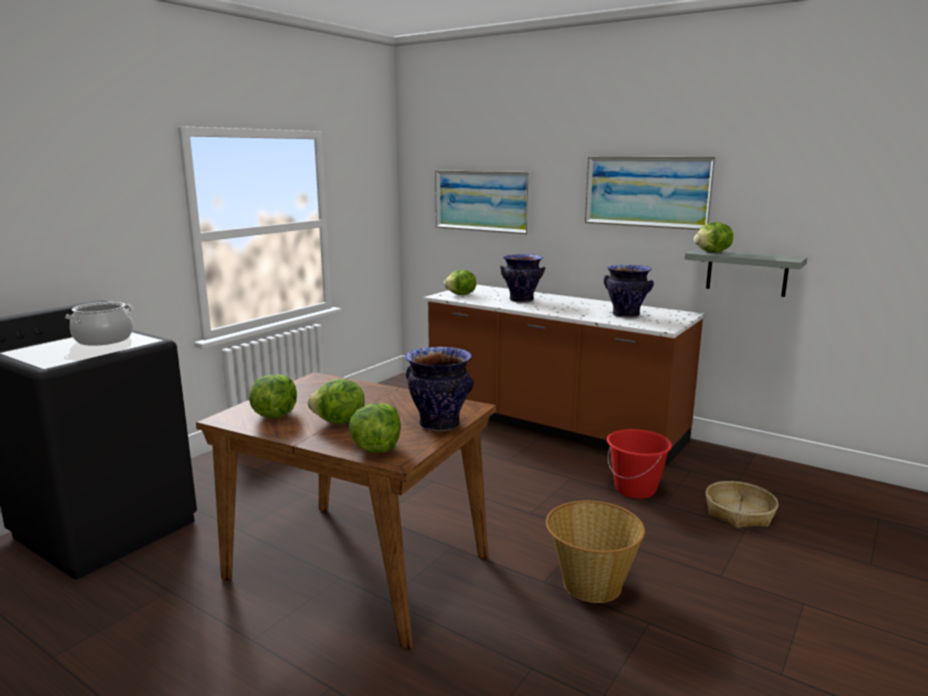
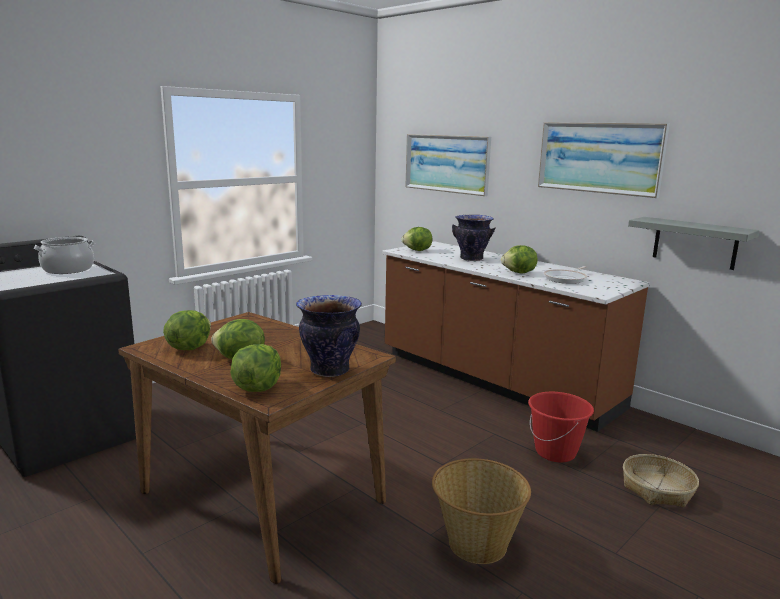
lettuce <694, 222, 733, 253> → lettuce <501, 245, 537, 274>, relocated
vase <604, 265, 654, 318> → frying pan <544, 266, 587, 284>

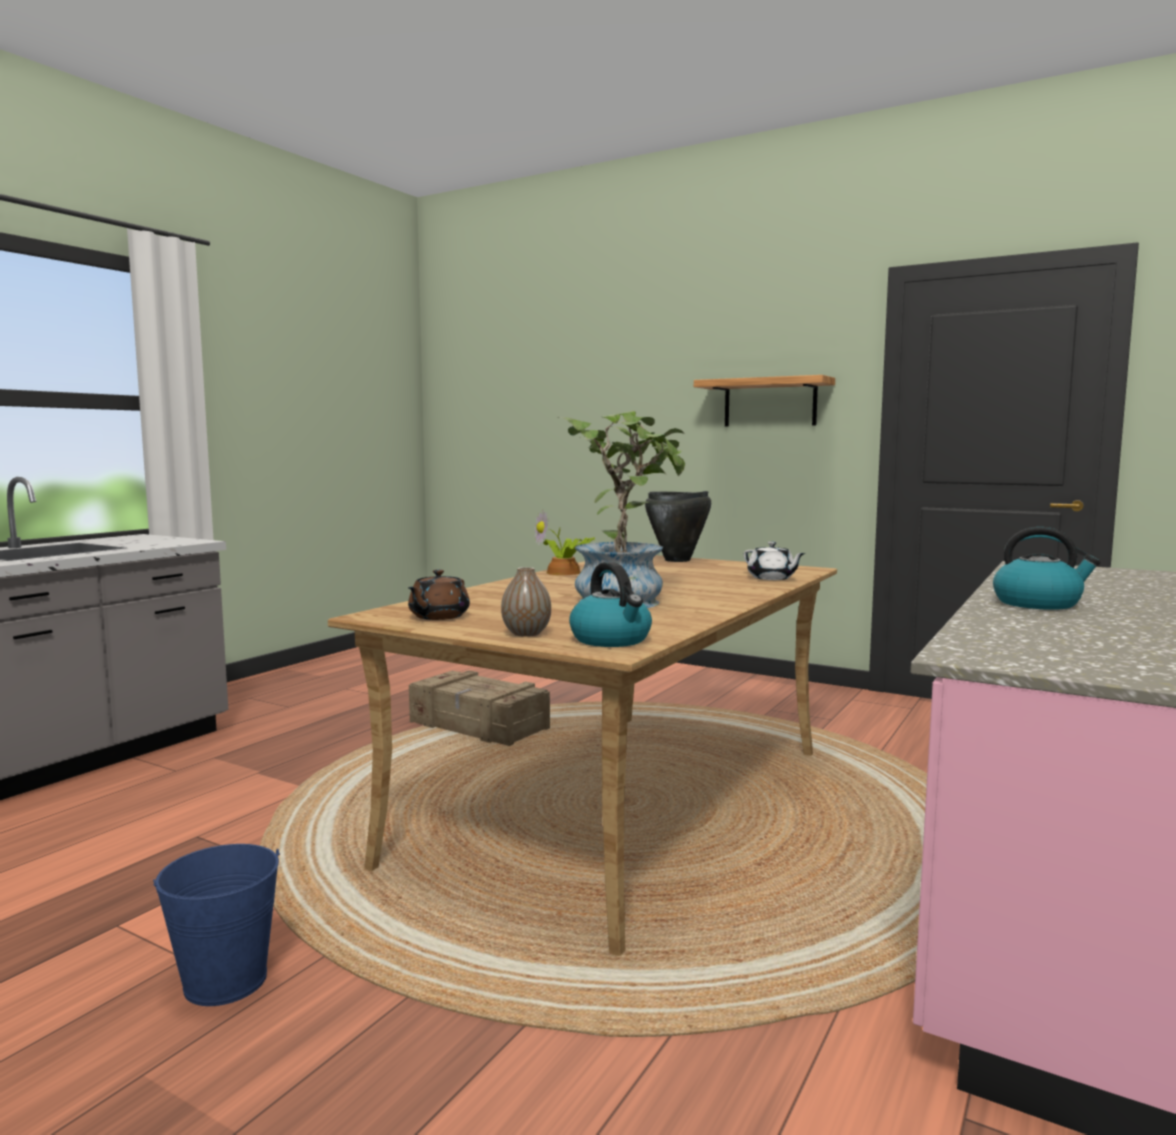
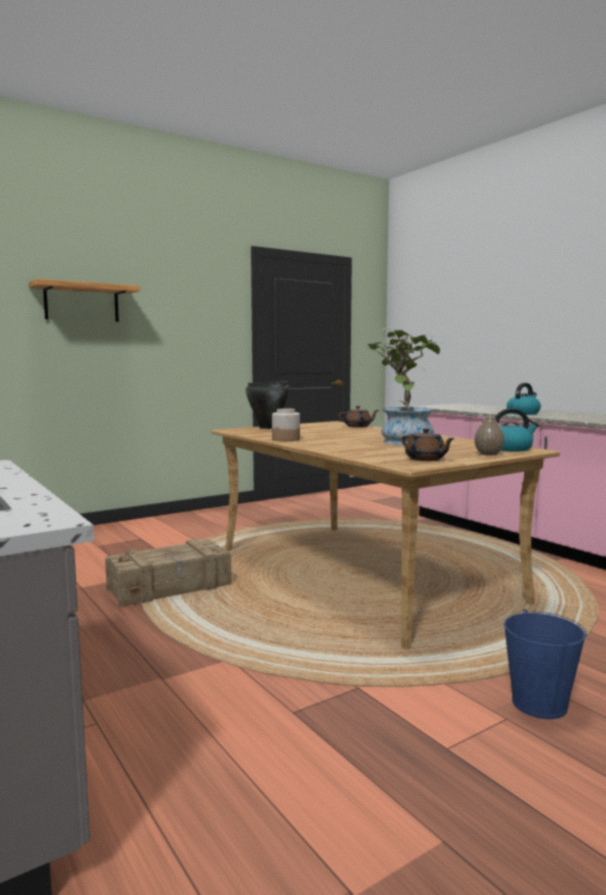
shelf <694, 375, 835, 426> → shelf <29, 279, 140, 322>, relocated
potted plant <534, 509, 595, 575> → jar <272, 408, 300, 441>
white teapot <744, 541, 805, 580> → brown teapot <338, 406, 379, 428>

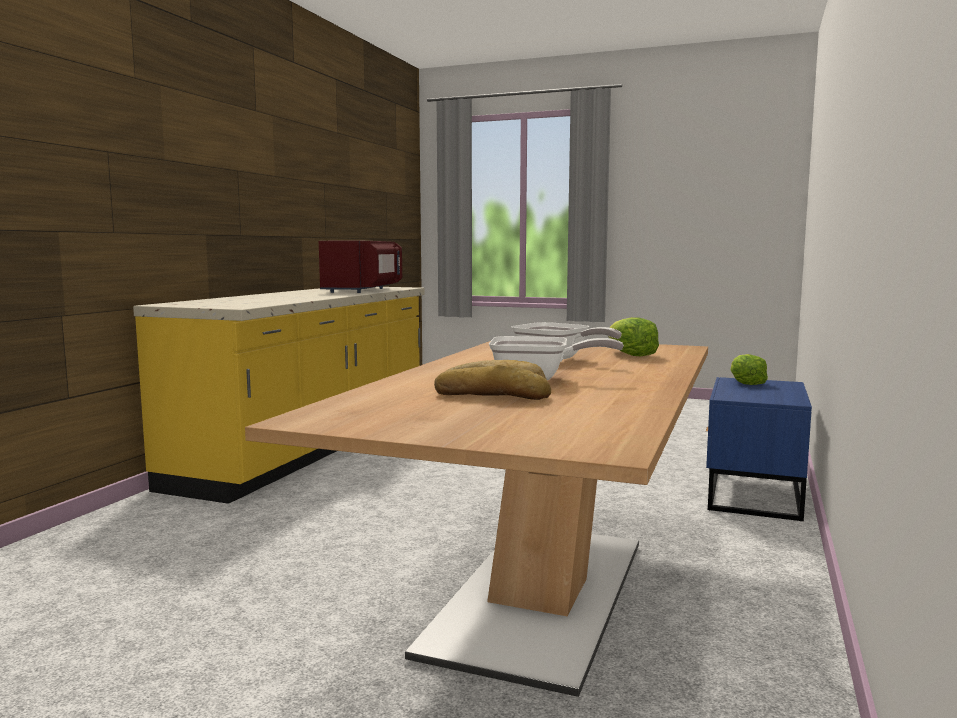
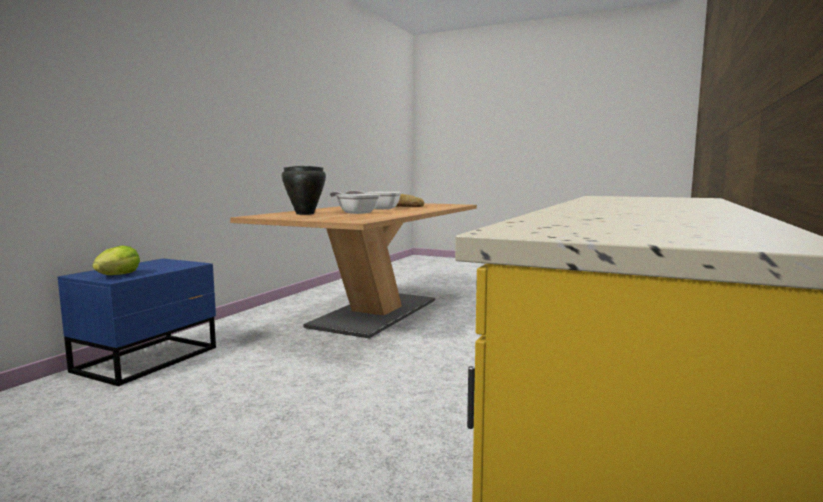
red microwave <319, 241, 402, 293> → -
lettuce <608, 317, 659, 356> → black cooking pot <282, 166, 326, 215>

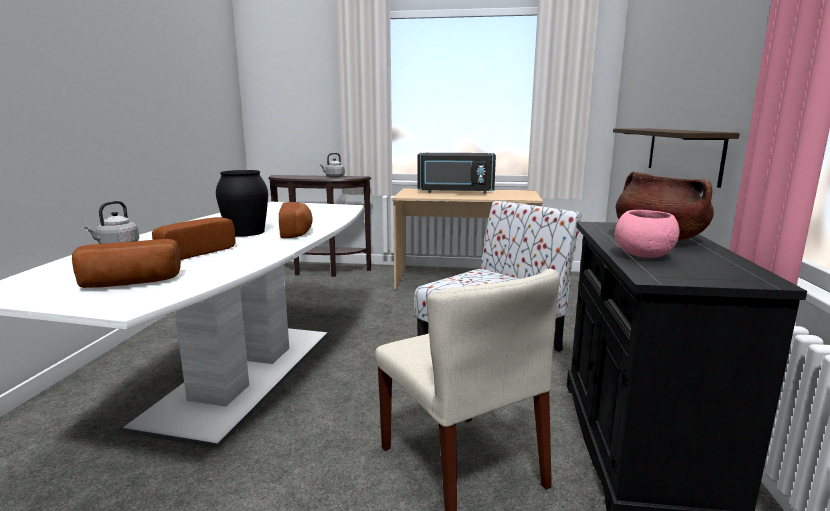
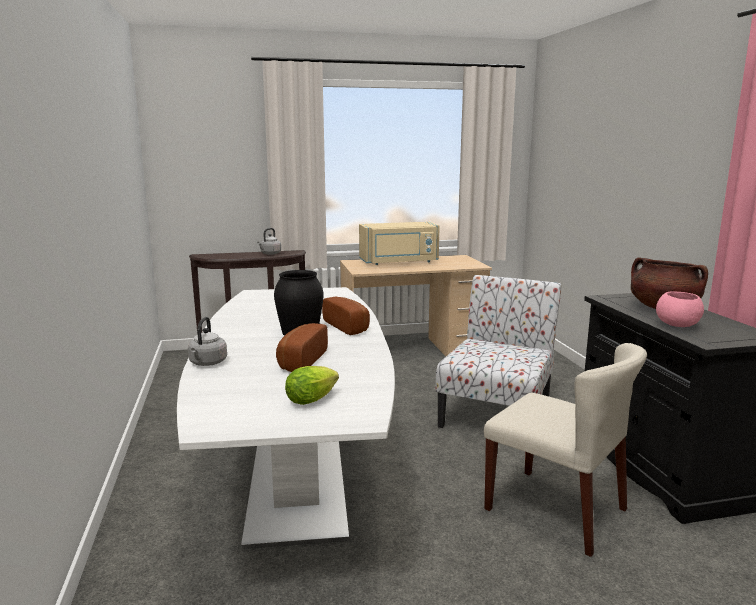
shelf <613, 128, 740, 188> → -
black microwave <418, 153, 496, 194> → beige microwave <359, 222, 440, 265>
bread <72, 239, 181, 288> → lettuce <285, 366, 339, 405>

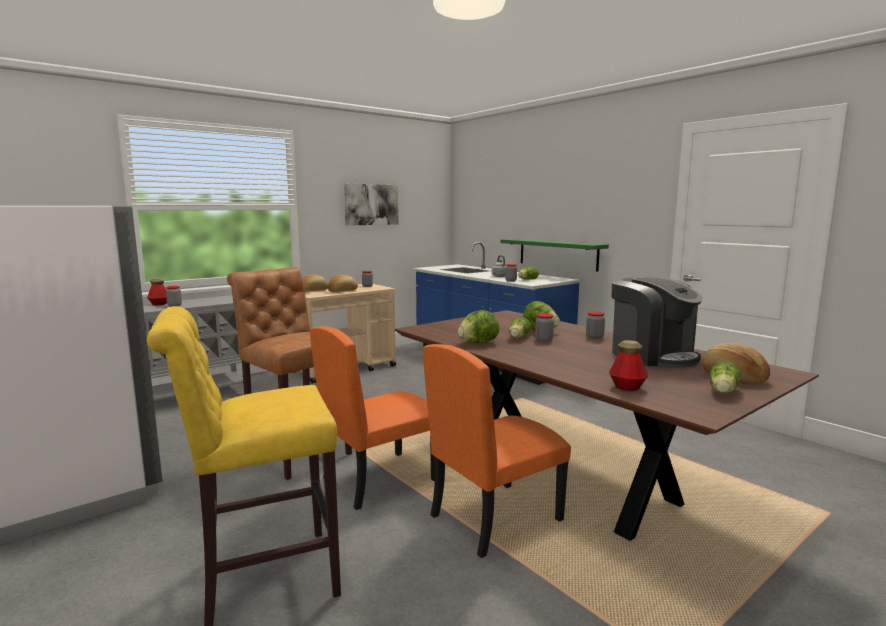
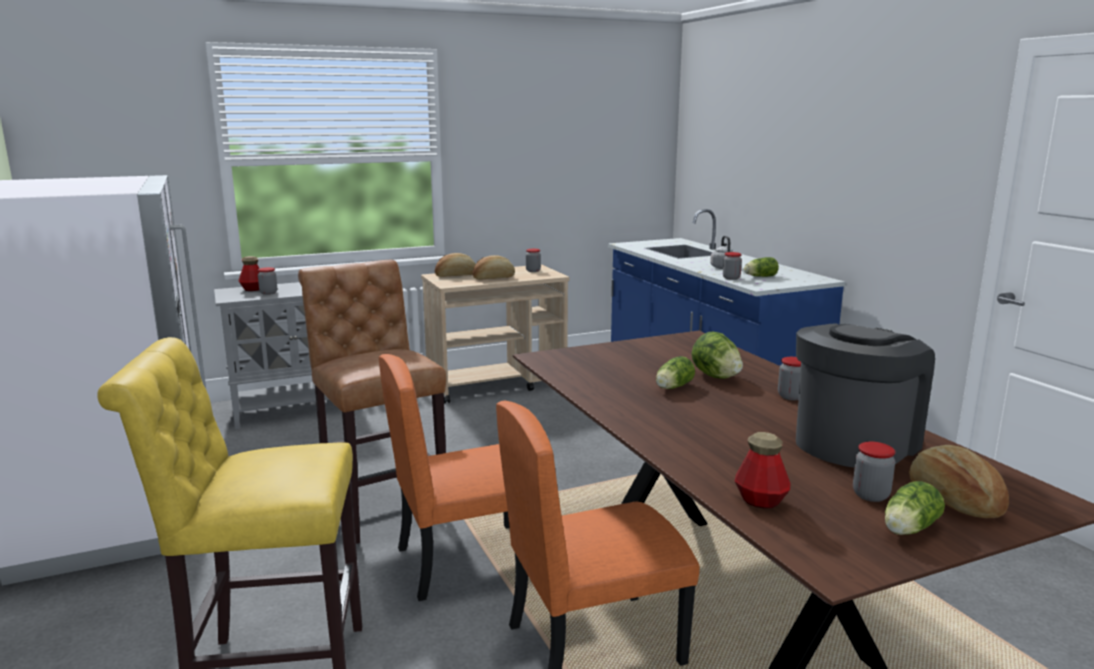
picture <344, 184, 398, 226> → -
green shelf <500, 239, 609, 271> → -
coffee machine <612, 277, 703, 368> → coffee machine <796, 324, 935, 468>, 120 degrees counterclockwise
lettuce <458, 310, 499, 343> → -
jar <535, 313, 554, 342> → jar <853, 442, 895, 502>, relocated

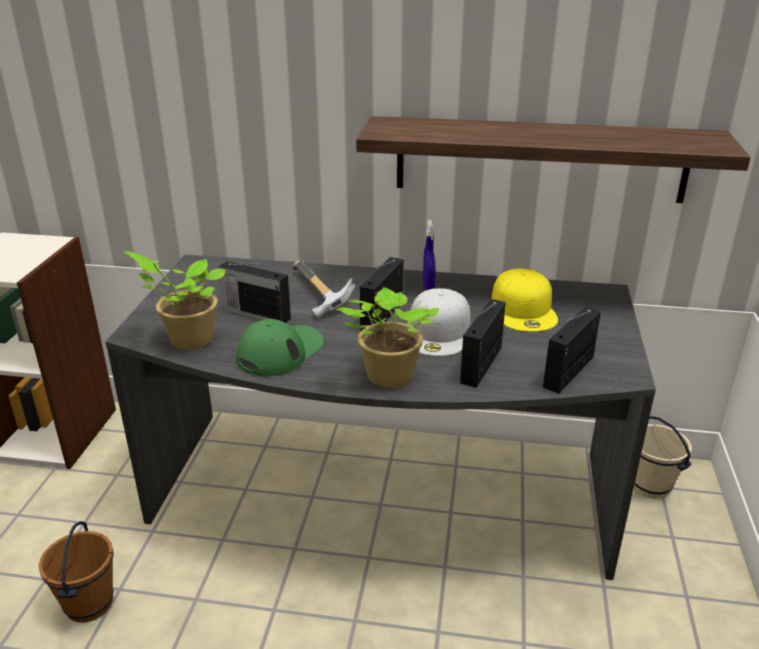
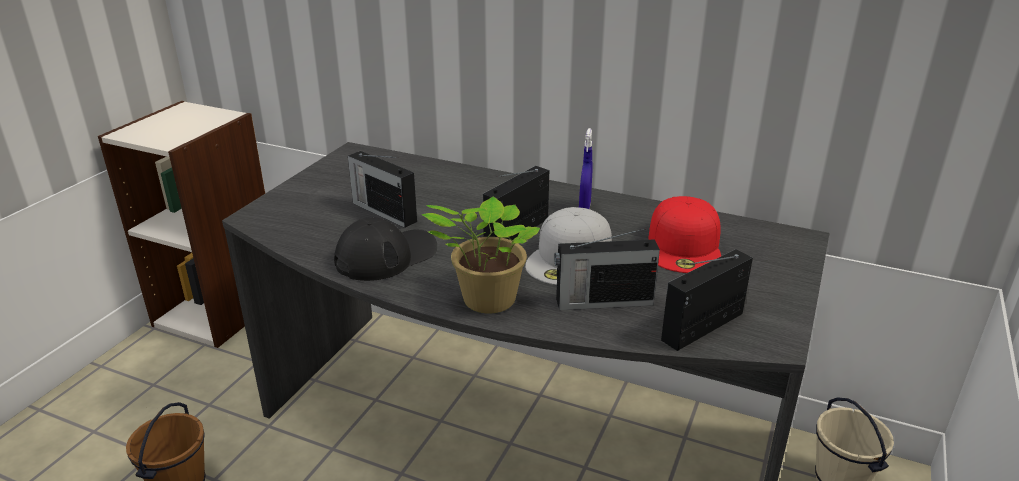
shelf <356, 116, 751, 203> → -
potted plant <124, 251, 226, 350> → -
hammer <292, 260, 355, 319> → -
yellow cap <491, 269, 558, 332> → red cap <649, 196, 721, 273>
radio <460, 299, 506, 388> → radio <554, 228, 660, 310>, 135 degrees counterclockwise
green cap <237, 319, 323, 377> → black cap <334, 217, 437, 281>

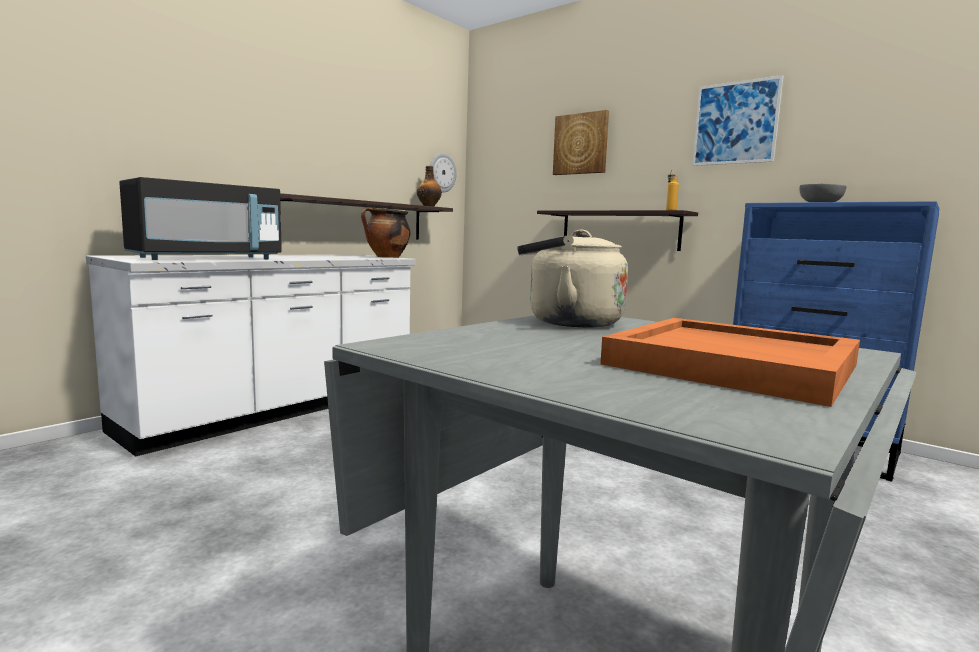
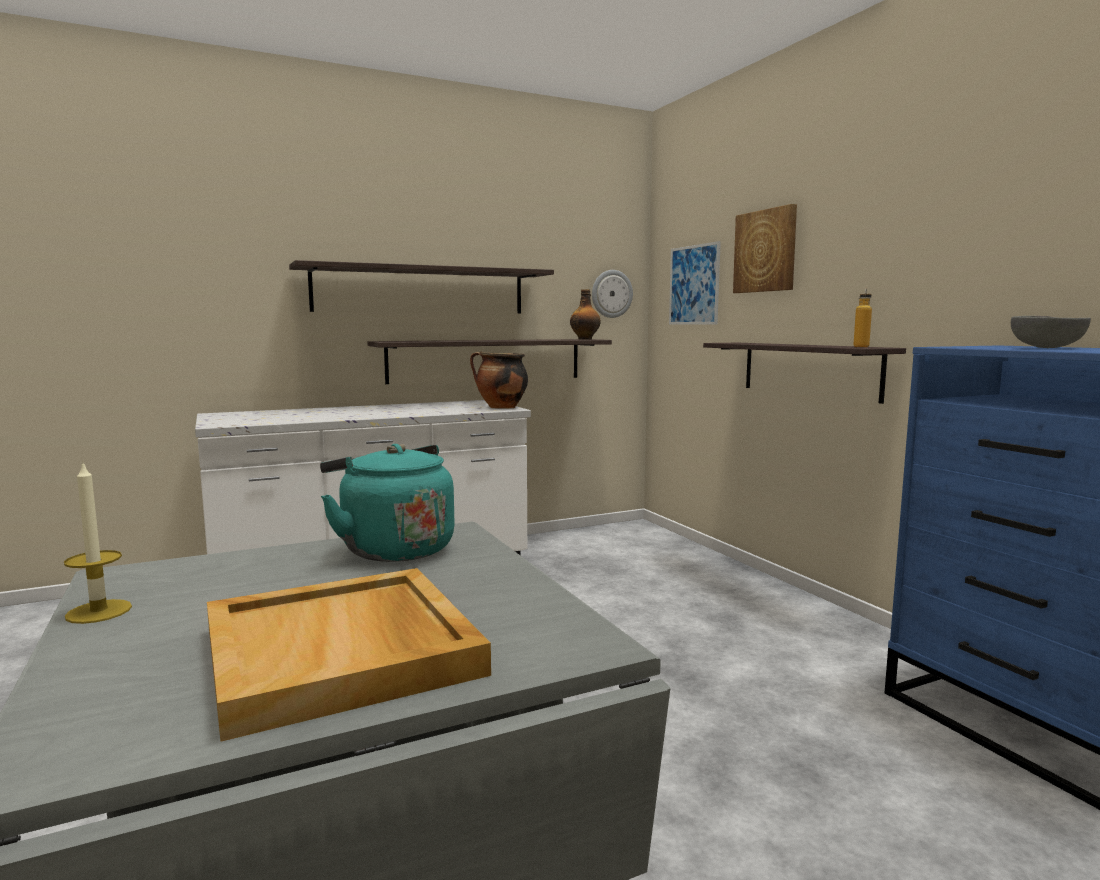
picture <692, 75, 783, 166> → picture <669, 241, 721, 325>, relocated
black microwave <119, 177, 282, 260> → -
beige kettle <517, 230, 628, 327> → turquoise kettle <320, 444, 455, 562>
orange tray <600, 318, 860, 407> → beige tray <207, 568, 491, 741>
- → shelf <289, 260, 554, 313>
- → candle <64, 461, 132, 624>

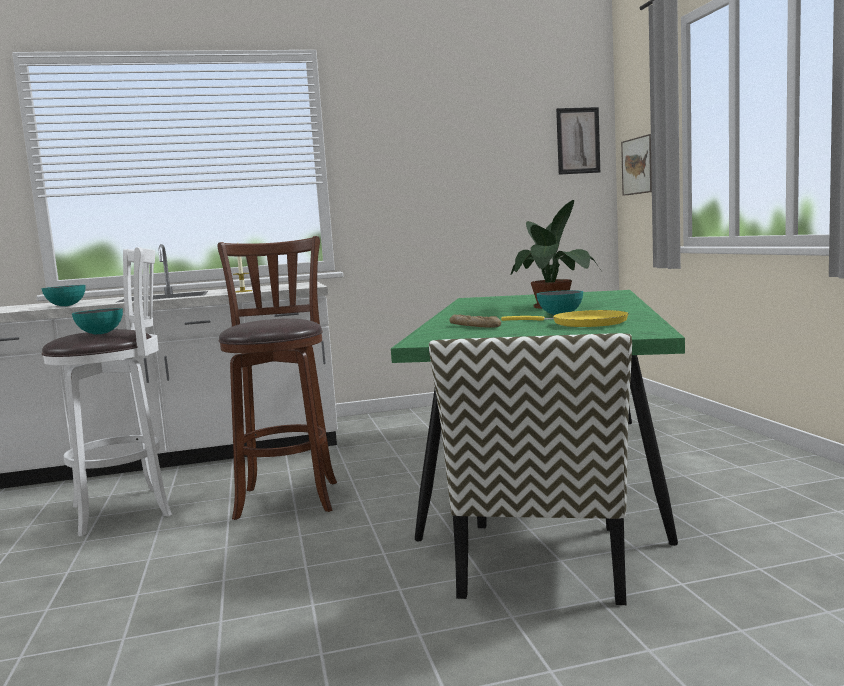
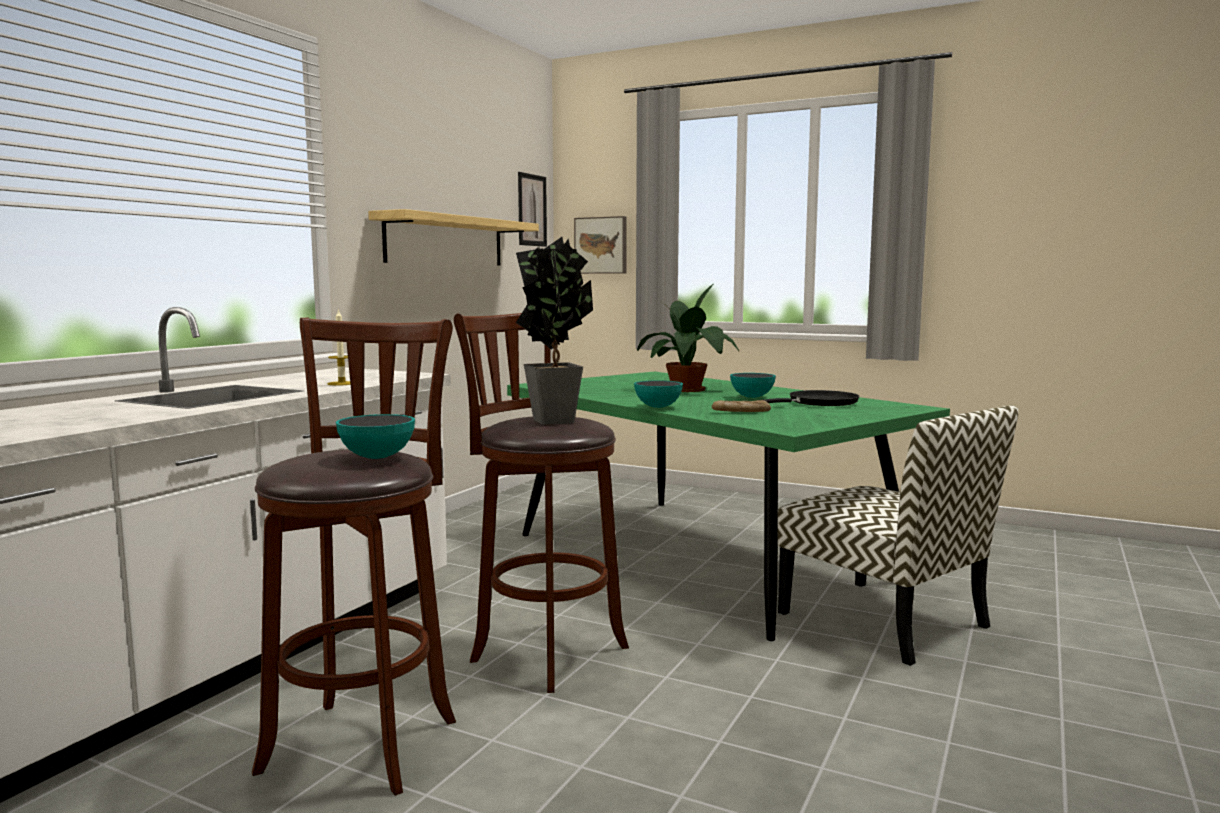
white stool <42, 247, 172, 536> → brown stool <252, 318, 456, 796>
bowl <41, 285, 85, 306> → bowl <634, 380, 683, 408>, relocated
yellow frying pan <501, 310, 629, 327> → black frying pan <763, 390, 859, 406>
- → shelf <368, 209, 539, 266>
- → potted plant <516, 237, 593, 425>

